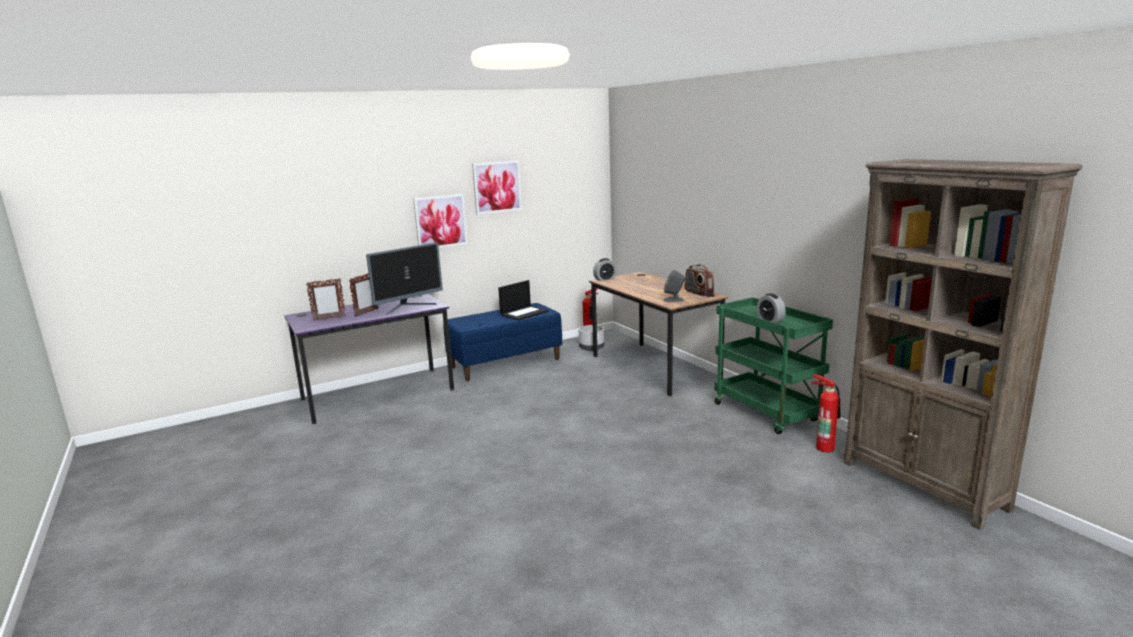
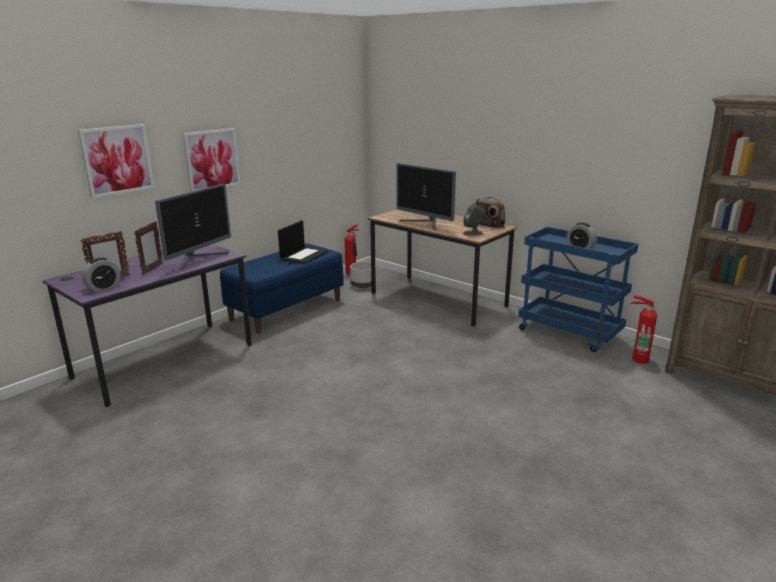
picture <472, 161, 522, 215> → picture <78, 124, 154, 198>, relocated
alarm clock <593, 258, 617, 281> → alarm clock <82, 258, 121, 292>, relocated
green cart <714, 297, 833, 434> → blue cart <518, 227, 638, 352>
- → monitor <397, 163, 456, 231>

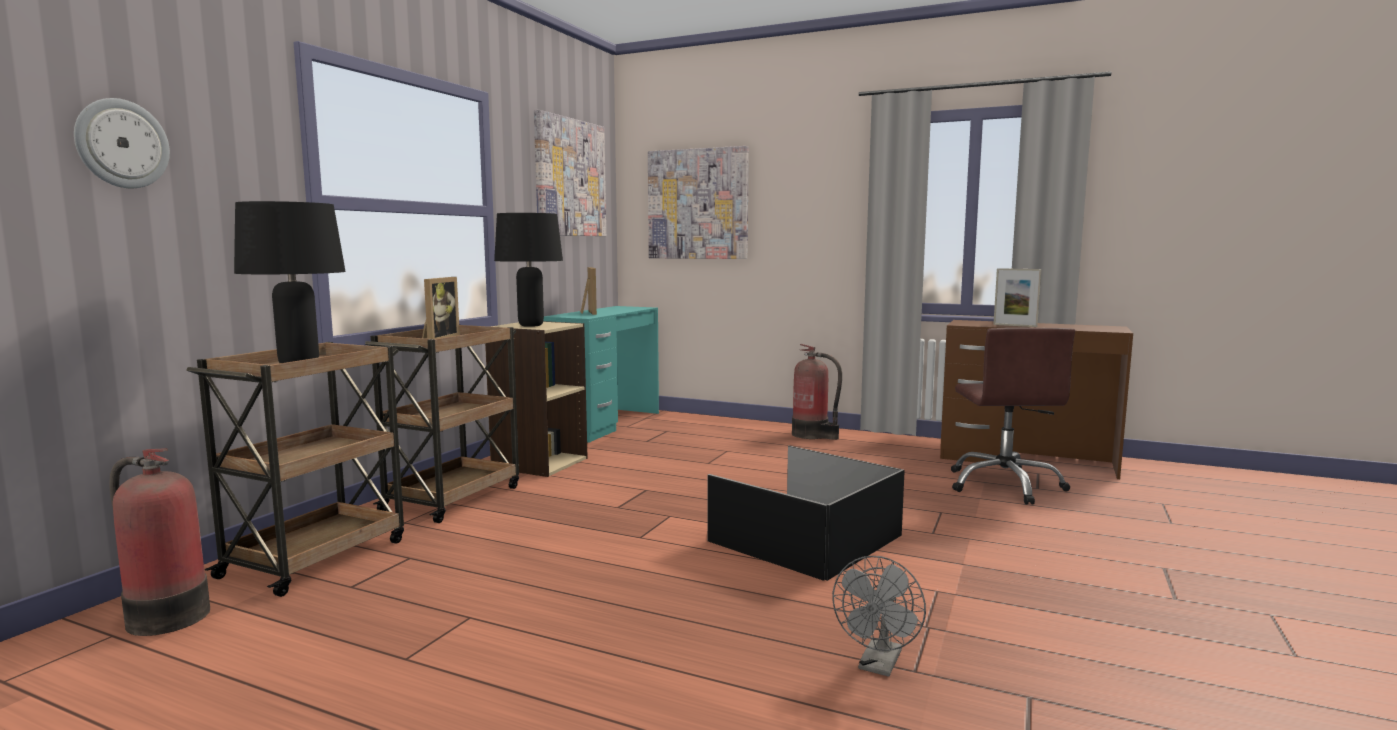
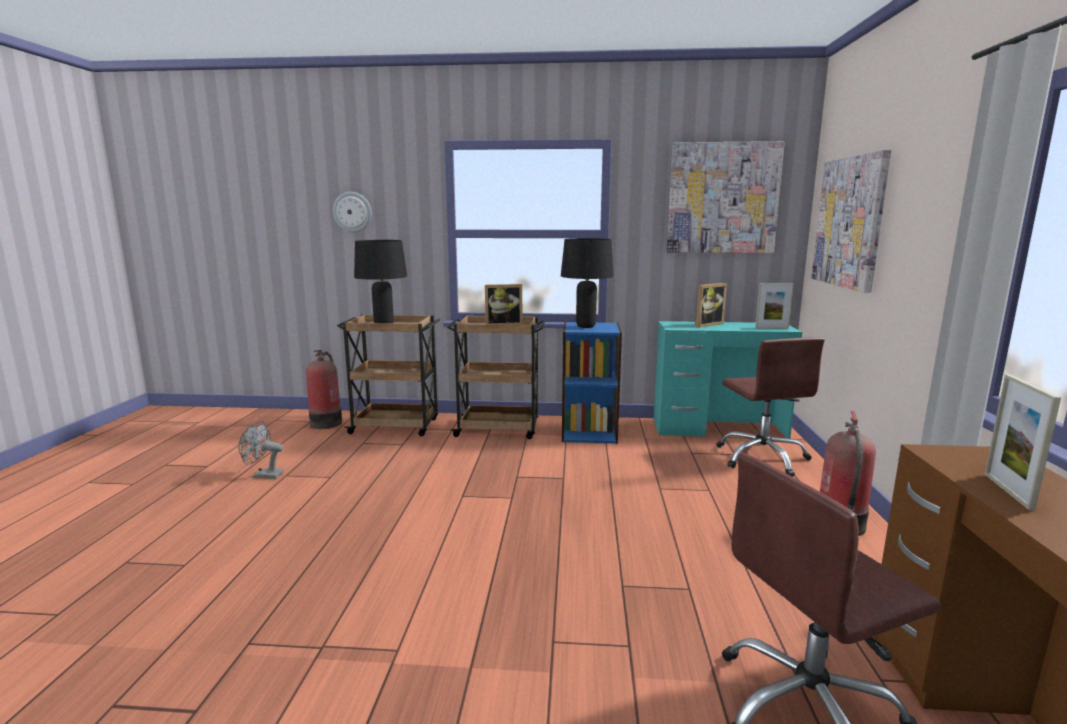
beige bookcase <485, 321, 588, 477> → blue bookcase <562, 322, 622, 444>
black storage box <707, 446, 905, 581> → -
grey fan <832, 556, 926, 676> → grey fan <239, 421, 284, 479>, relocated
- → picture frame <755, 283, 794, 329>
- → brown office chair <716, 337, 825, 477>

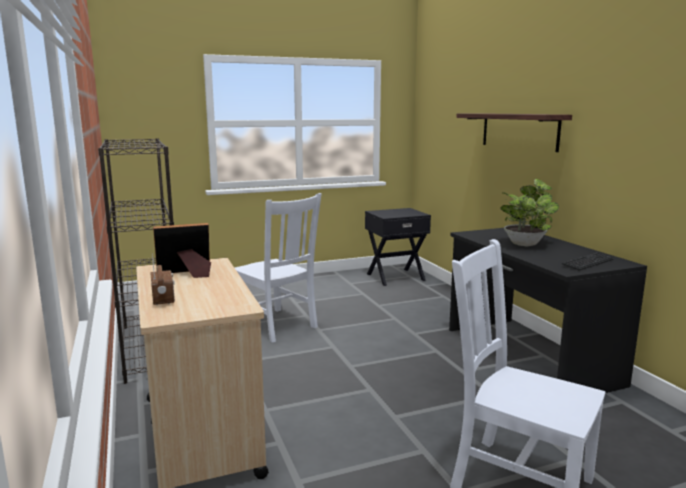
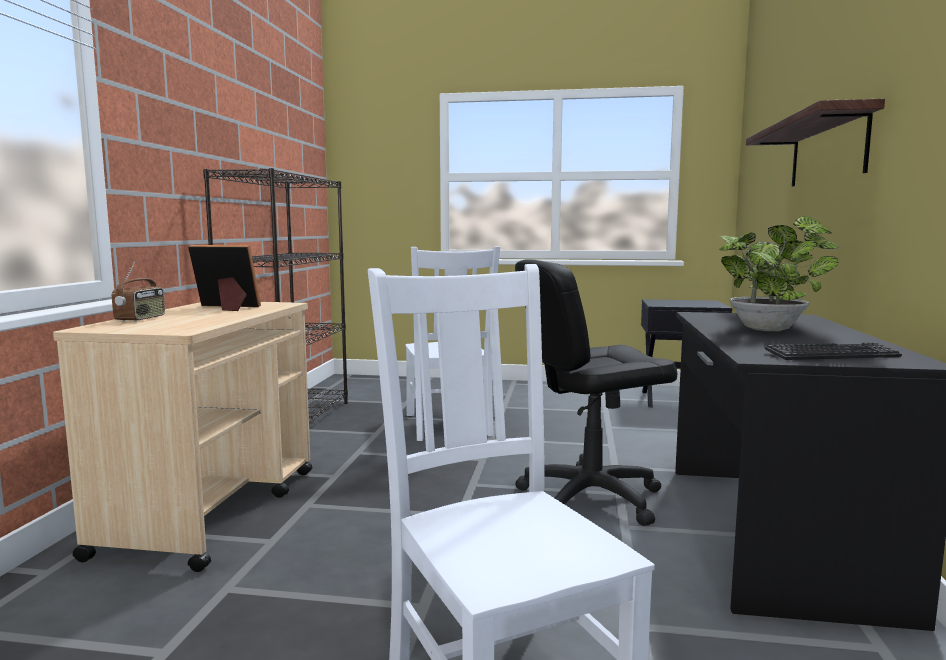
- → black office chair <515, 259, 677, 526>

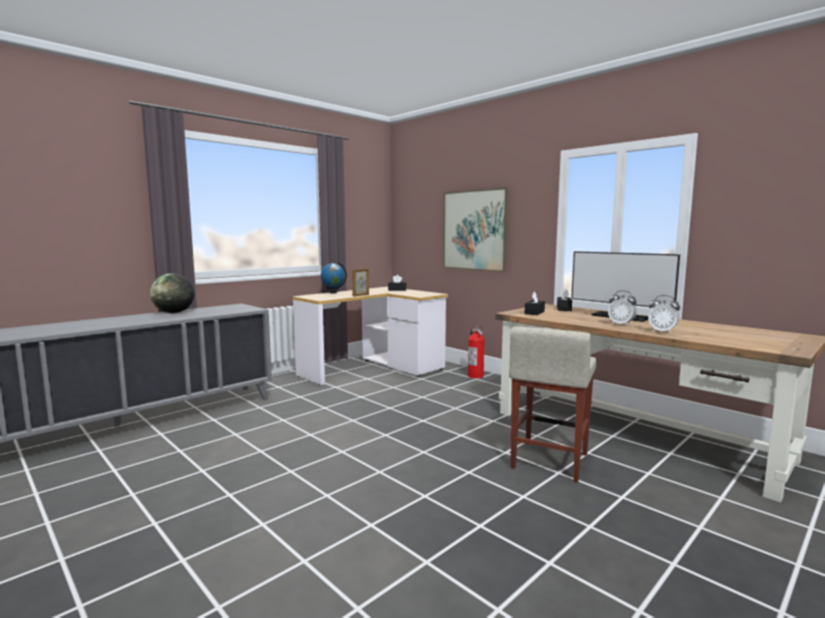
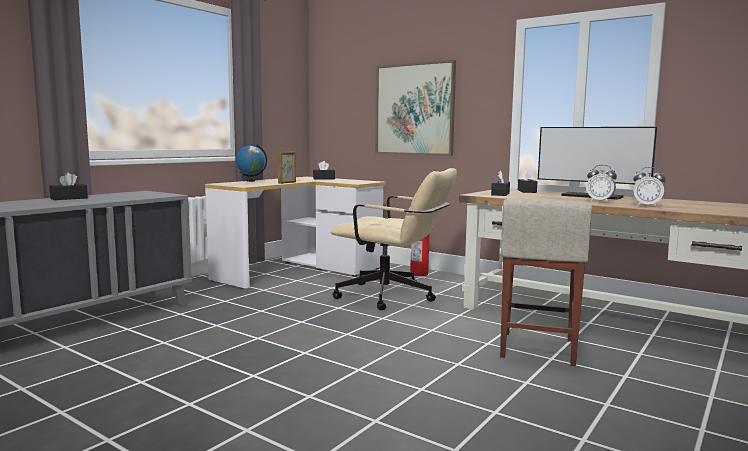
globe <150, 273, 195, 313> → black tissue box <49, 172, 88, 200>
- → beige office chair <331, 168, 457, 310>

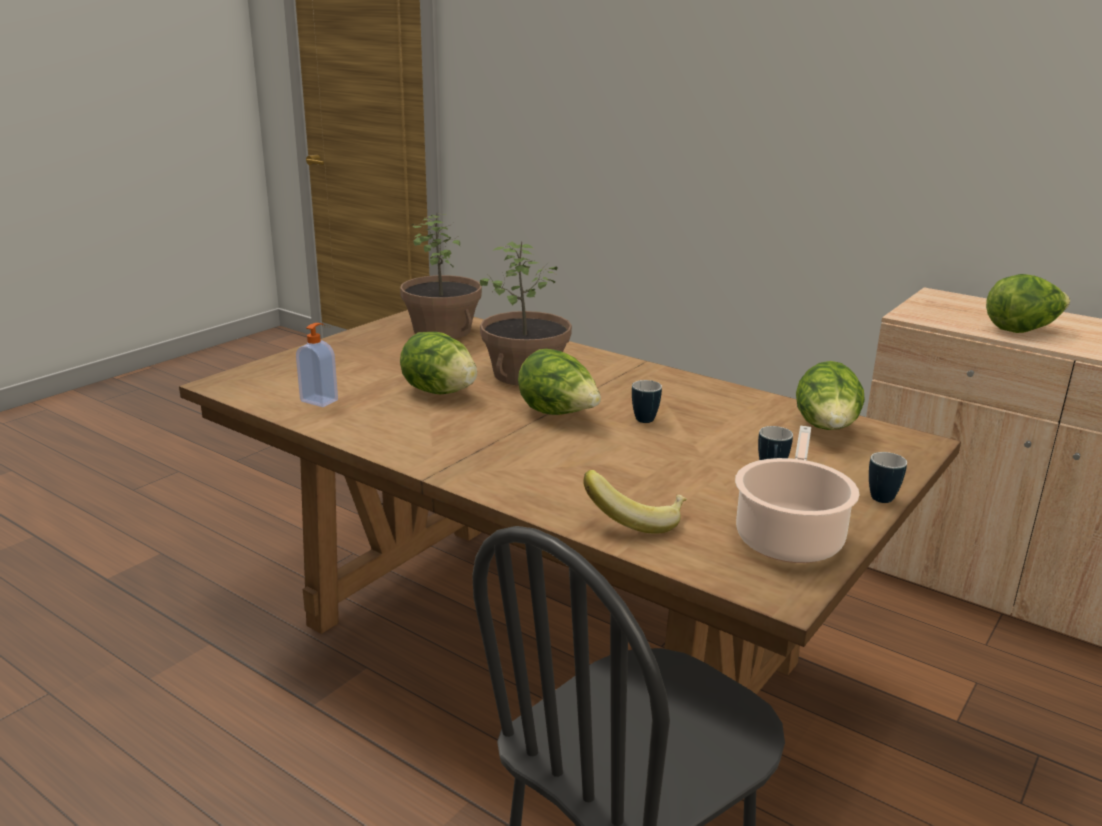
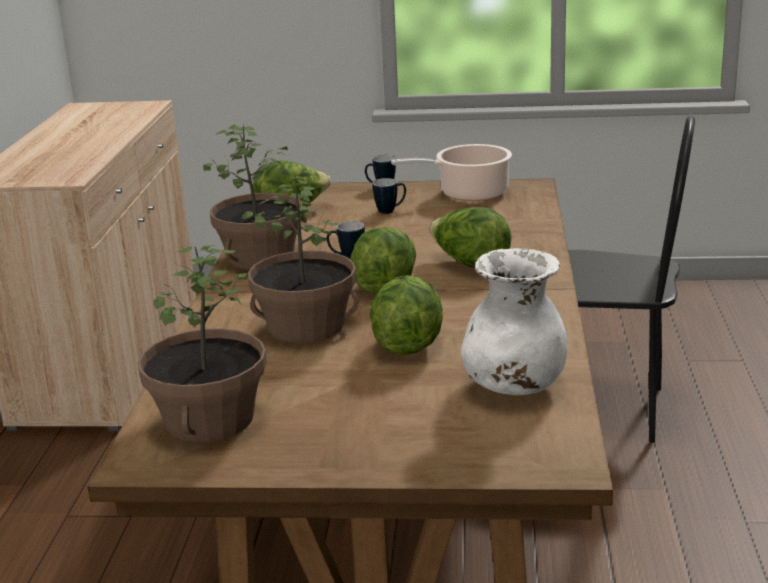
lettuce <986, 274, 1070, 333> → lettuce <429, 207, 512, 268>, relocated
soap dispenser <296, 323, 338, 407> → white vase <461, 248, 567, 395>
banana <583, 470, 687, 534> → -
- → potted plant <203, 124, 303, 270>

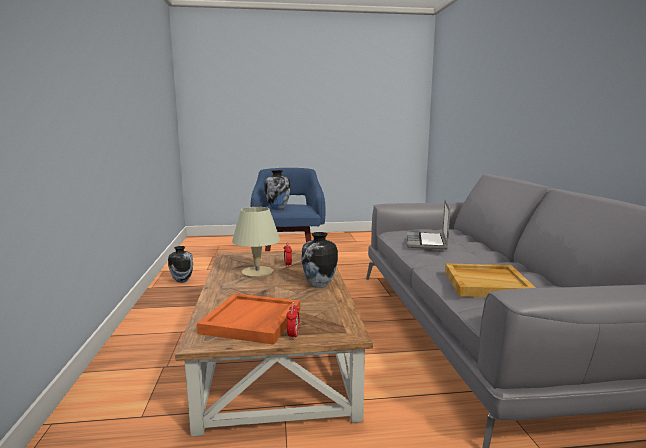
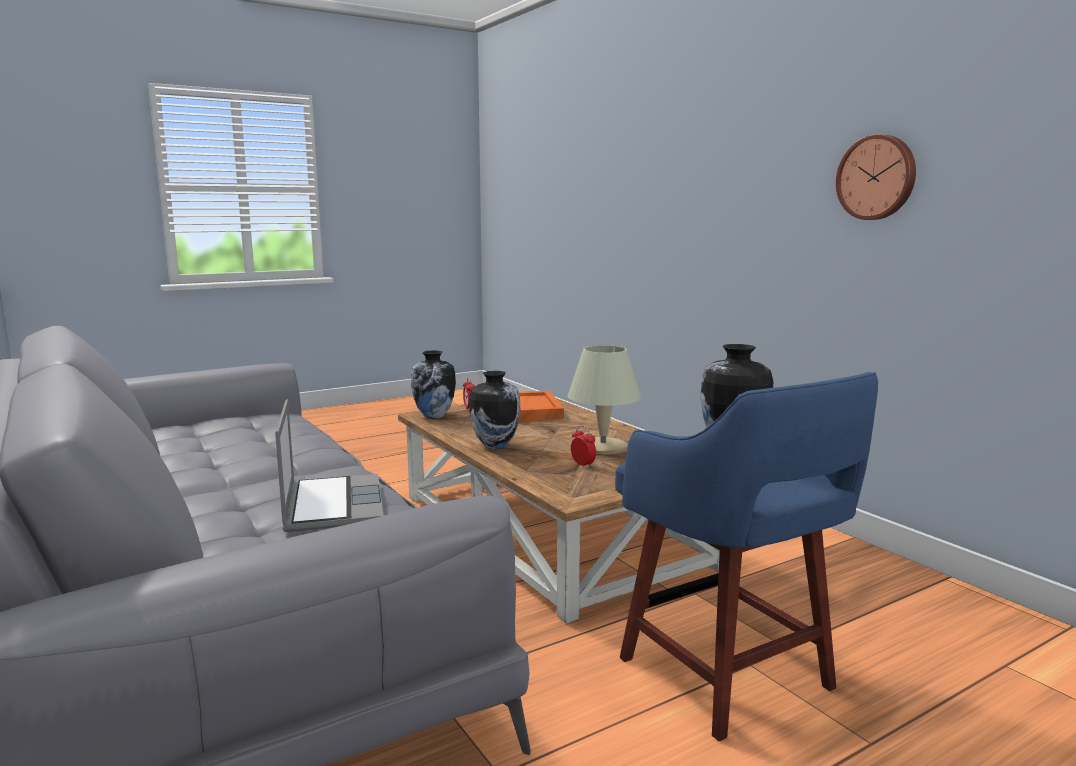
vase <168, 246, 193, 283> → vase <411, 350, 456, 419>, relocated
beige tray <445, 263, 536, 297> → -
- → wall clock <836, 134, 916, 220>

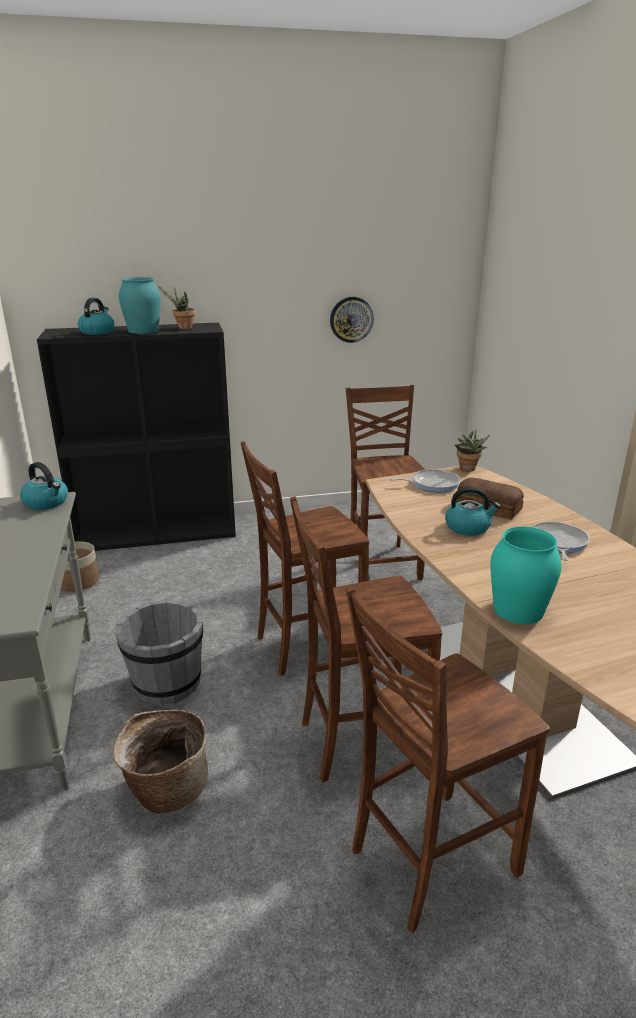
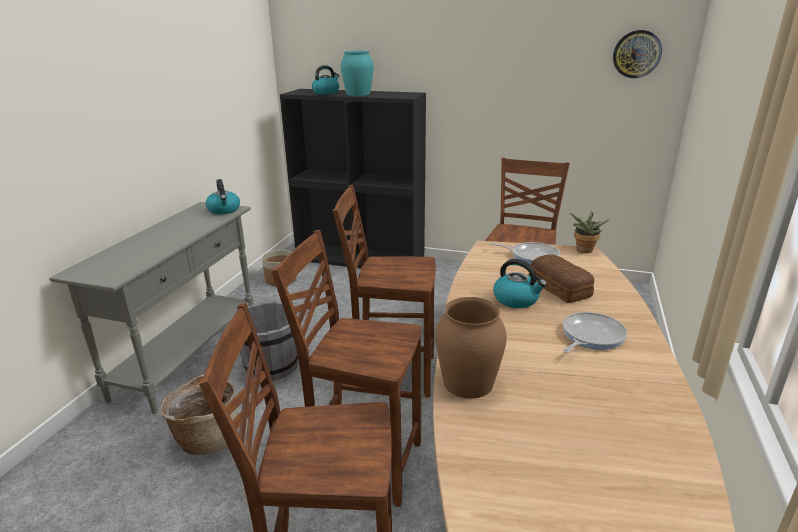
potted plant <158, 286, 195, 329> → -
wall clock <330, 297, 374, 343> → wall clock <613, 30, 662, 78>, relocated
turquoise vase <490, 527, 562, 624> → brown vase <435, 297, 507, 399>

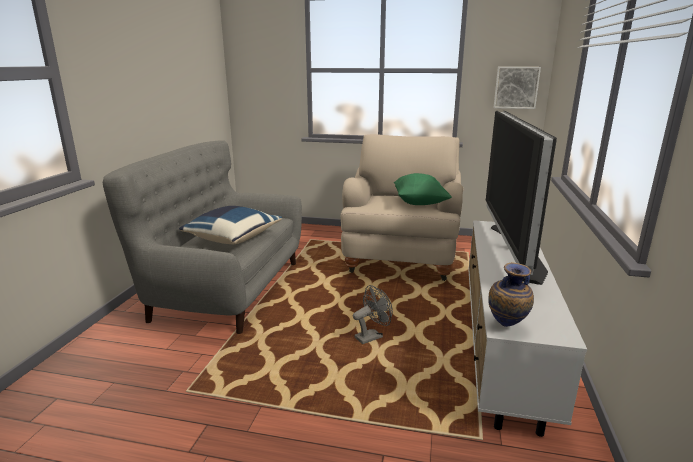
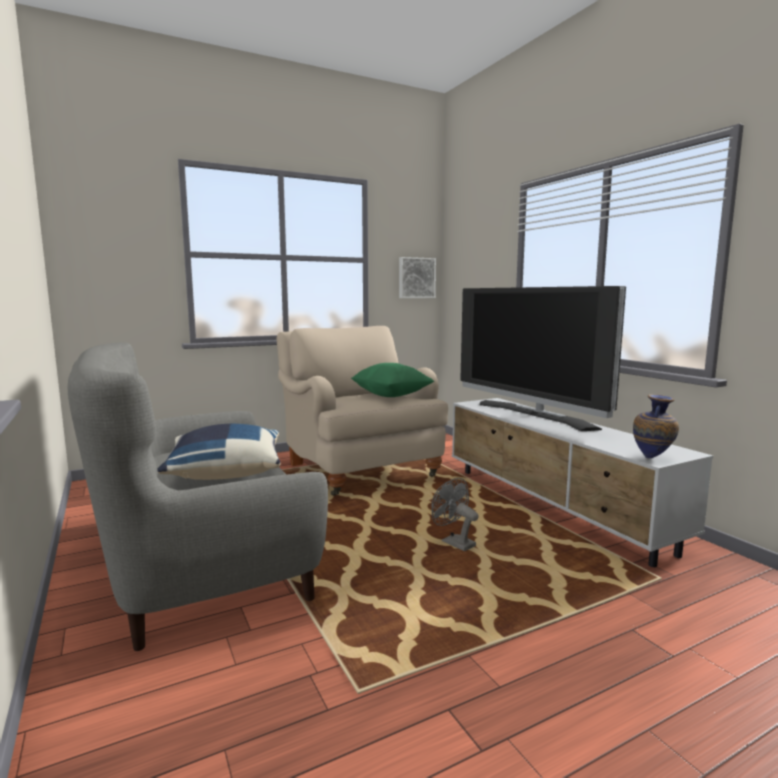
grey fan <353, 285, 393, 344> → grey fan <431, 478, 479, 551>, 60 degrees counterclockwise

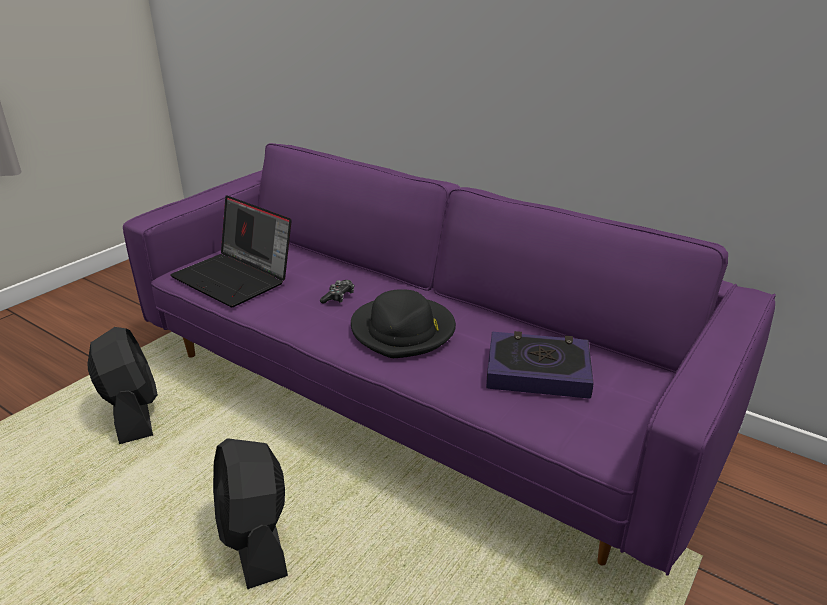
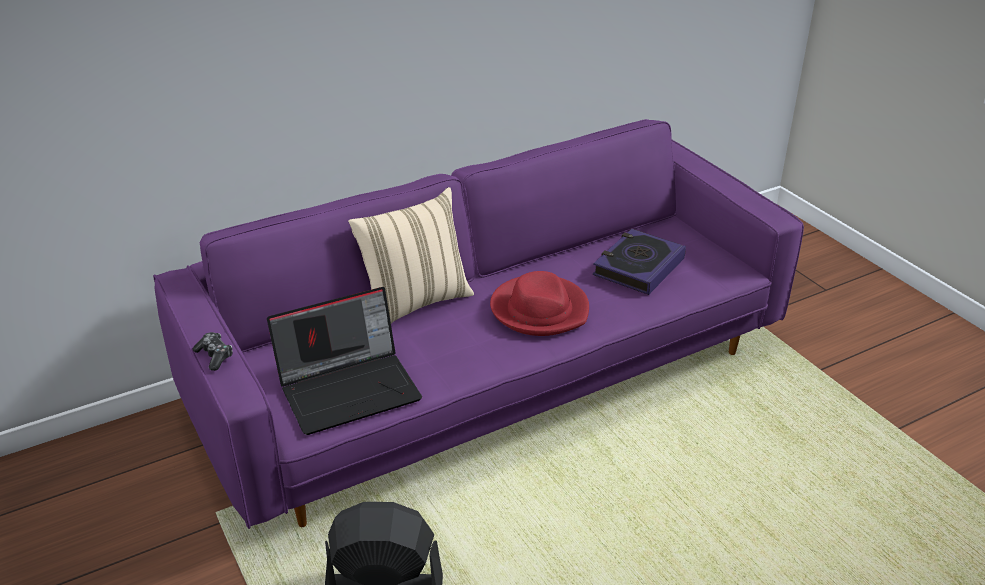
game controller <320, 280, 354, 304> → game controller <192, 332, 233, 371>, relocated
black hat <351, 289, 456, 358> → red hat <490, 271, 589, 336>
black fan <213, 438, 288, 589> → -
- → beige pillow <348, 187, 474, 324>

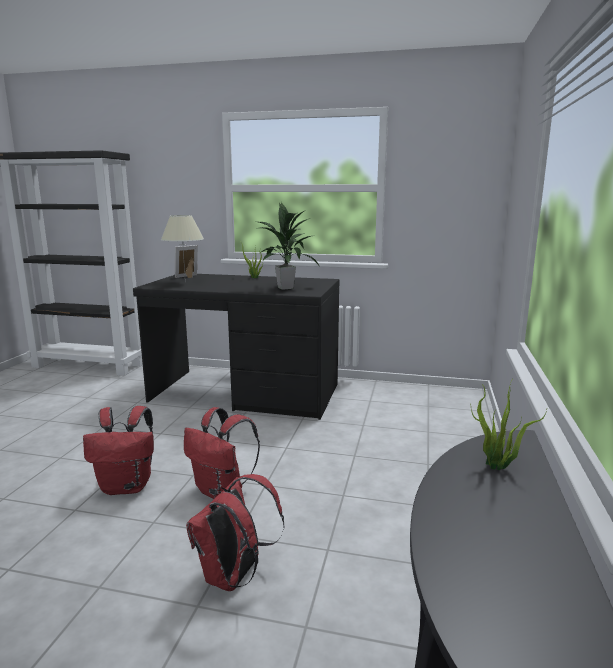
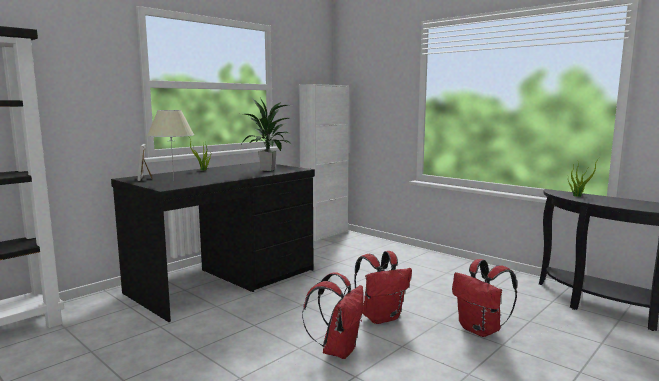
- → white cabinet <299, 84, 349, 241>

